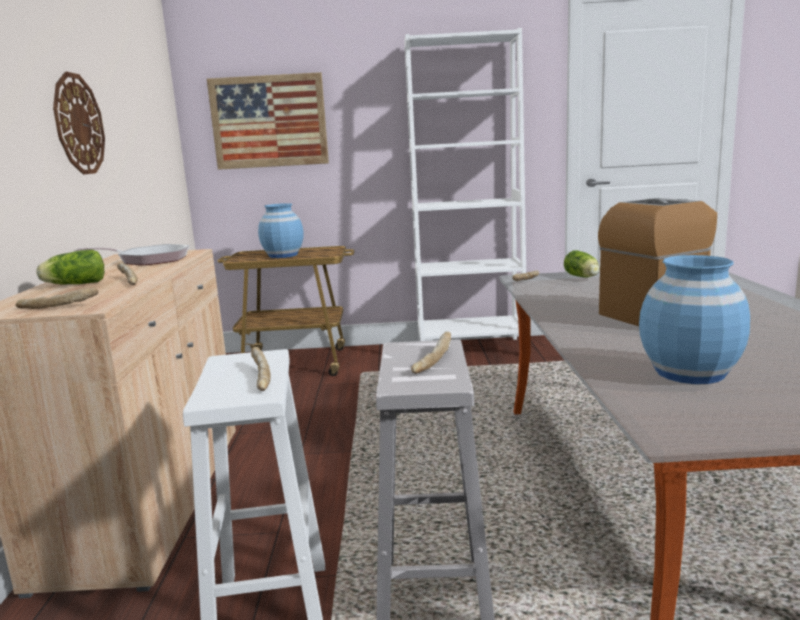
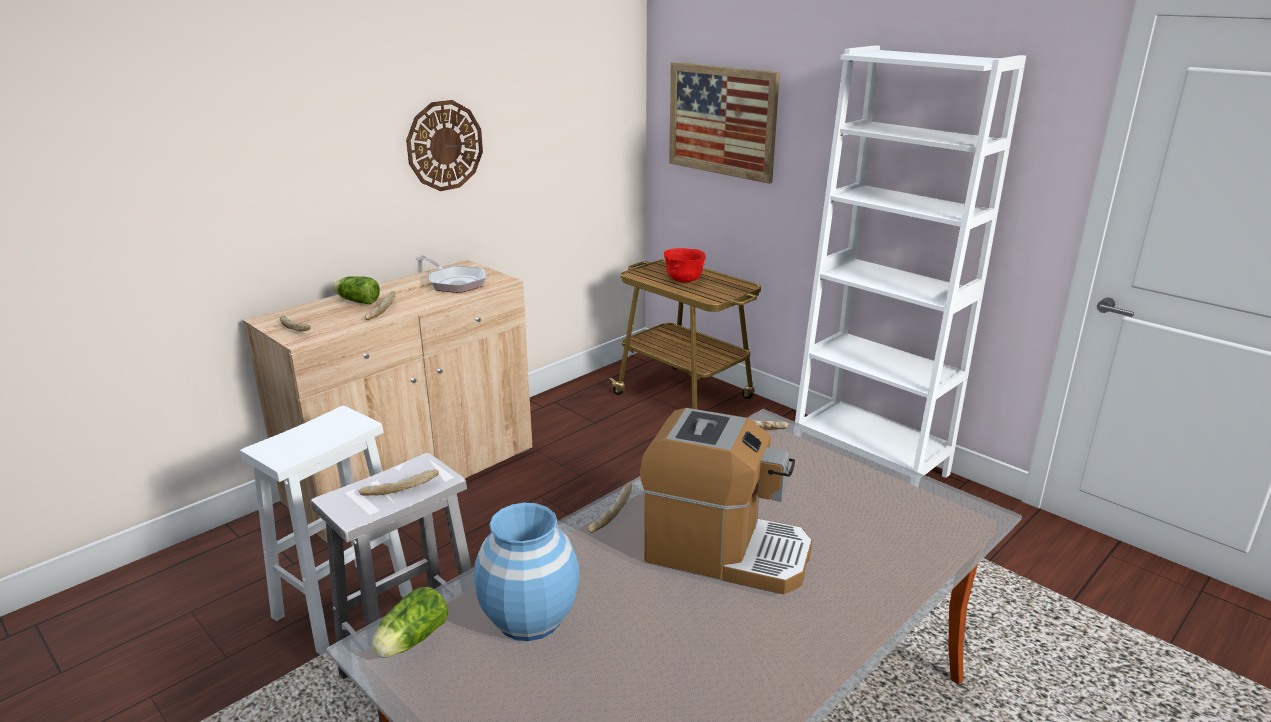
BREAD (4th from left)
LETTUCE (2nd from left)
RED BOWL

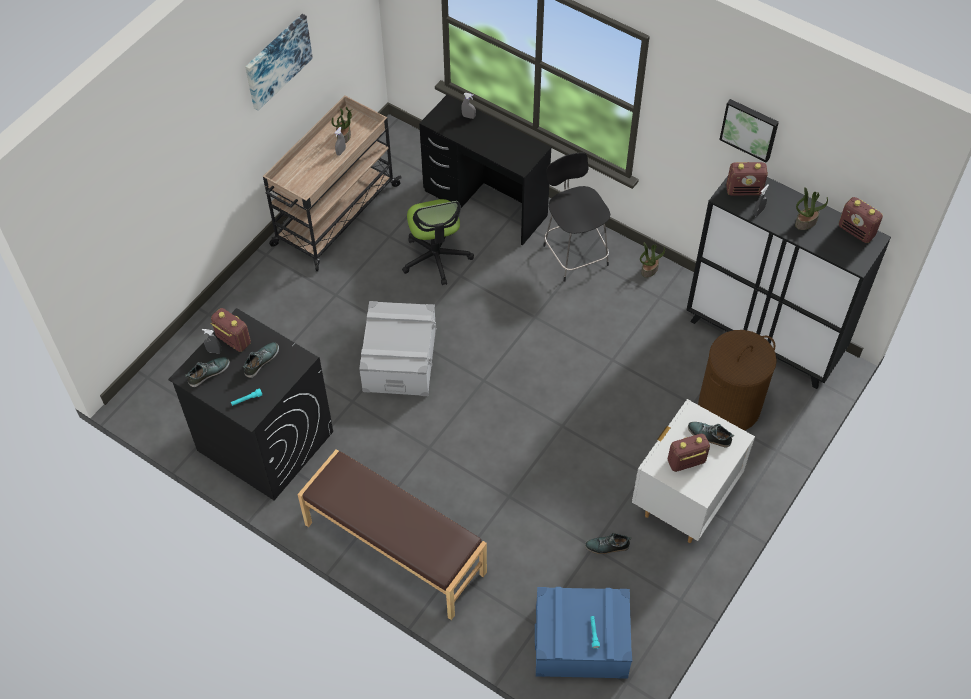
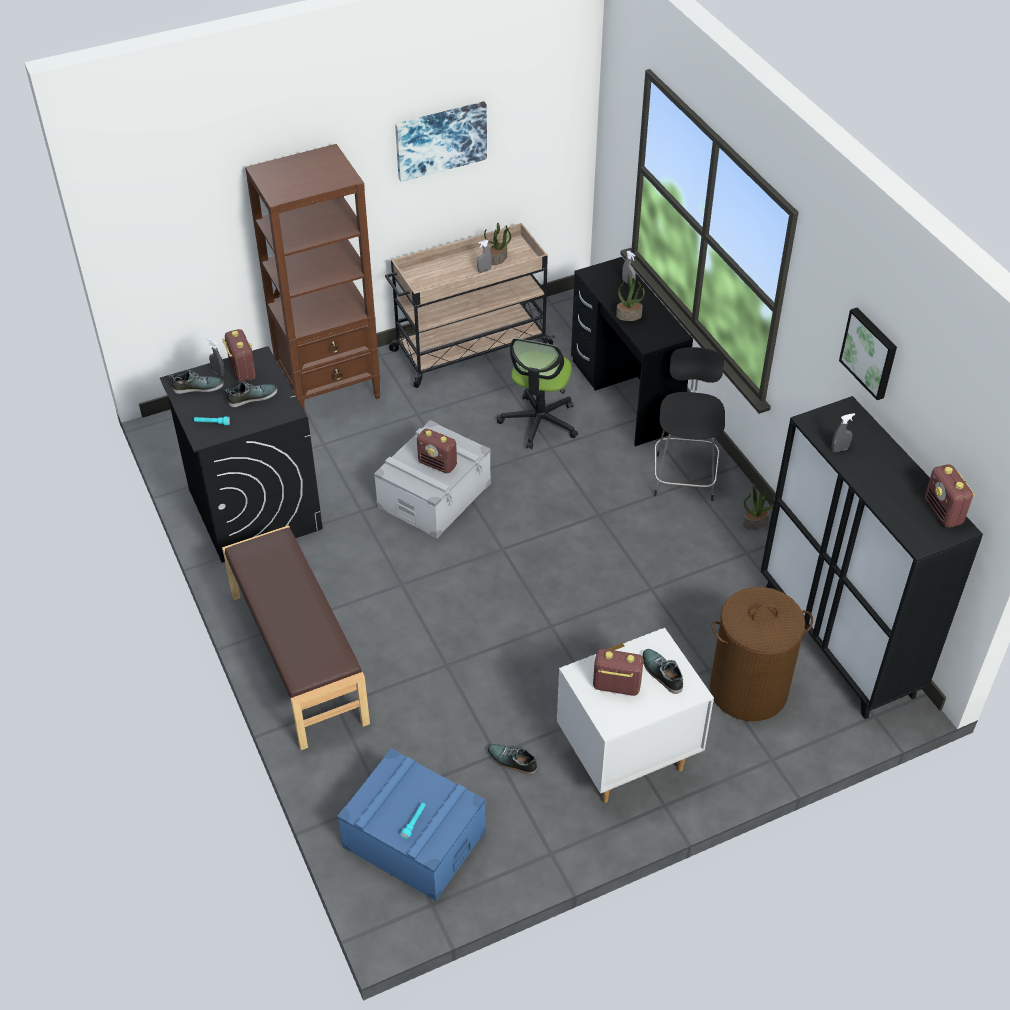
BROWN BOOKCASE
RADIO (2nd from left)
POTTED PLANT (2nd from left)

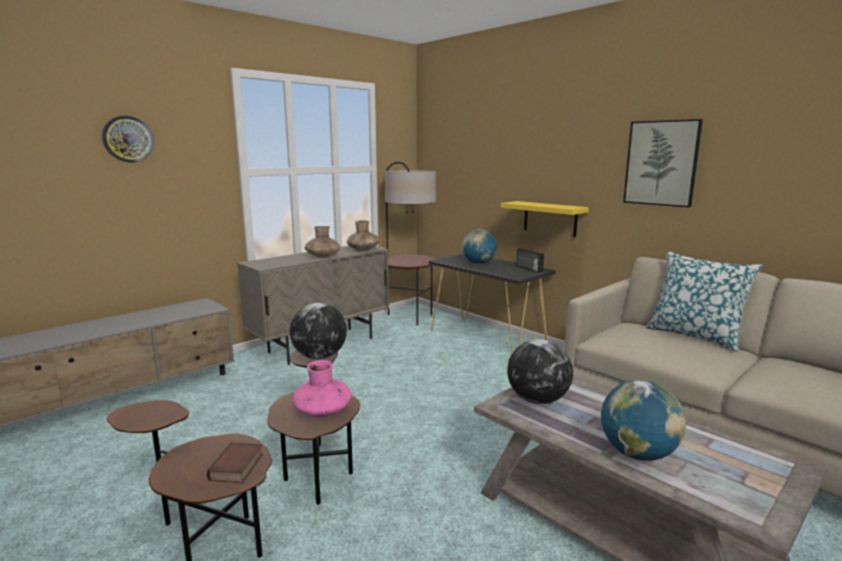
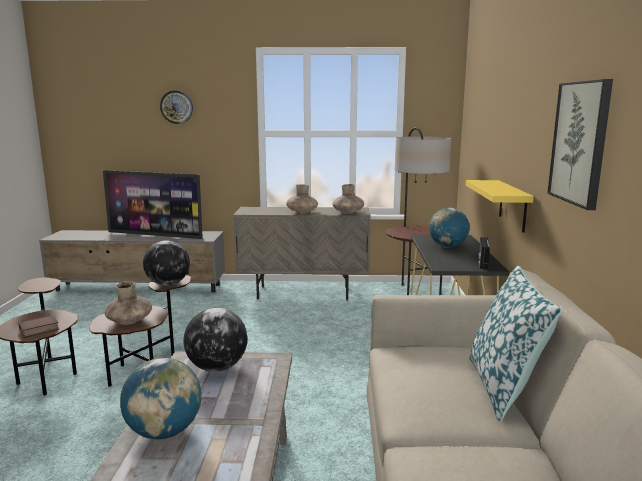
TELEVISION
BROWN VASE (1st from left)

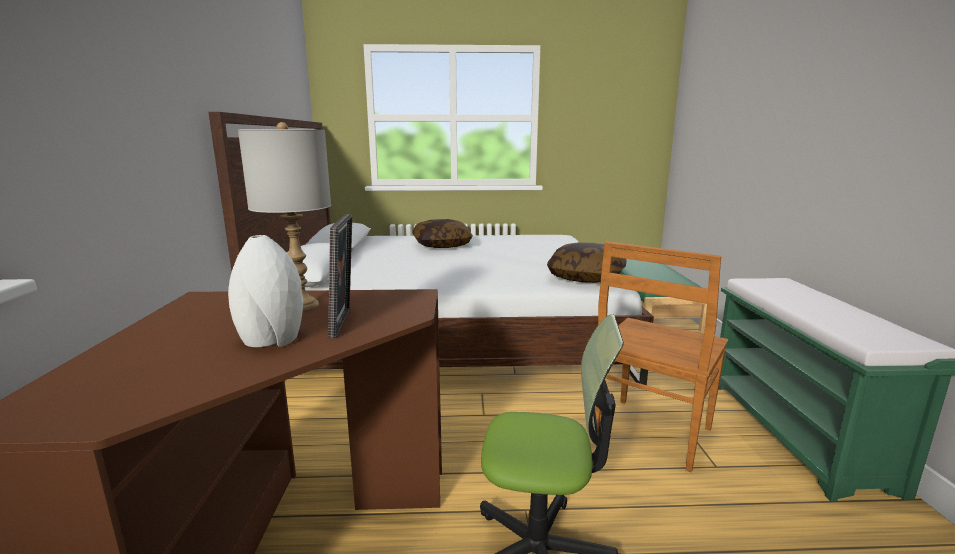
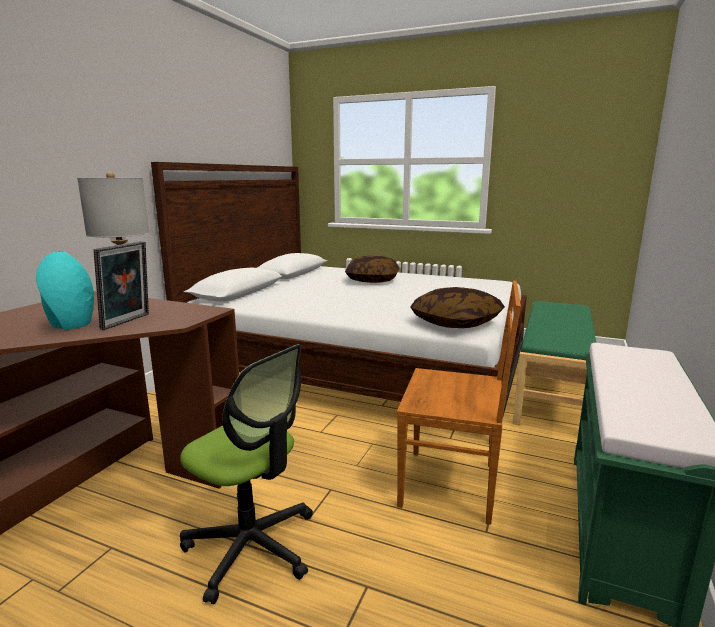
TURQUOISE VASE
BROWN CHAIR

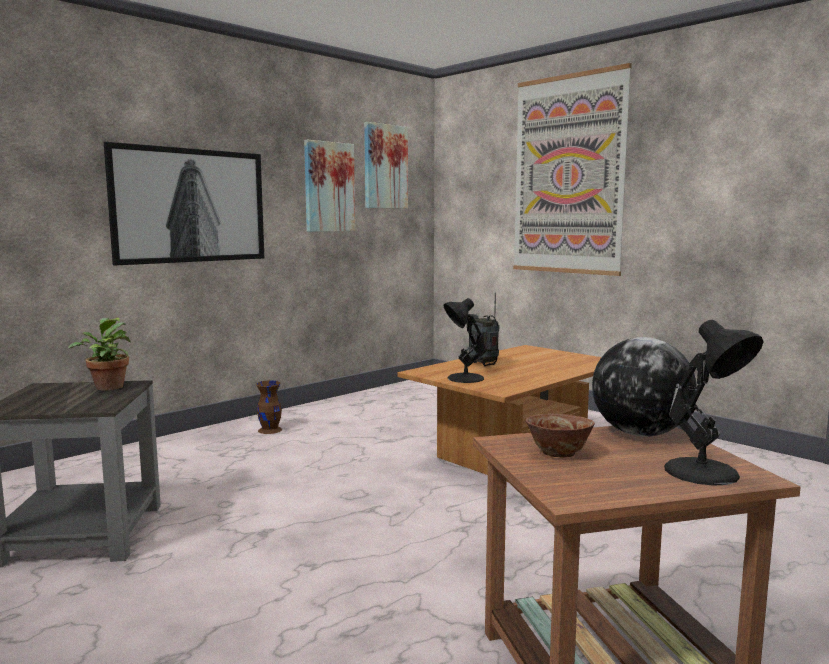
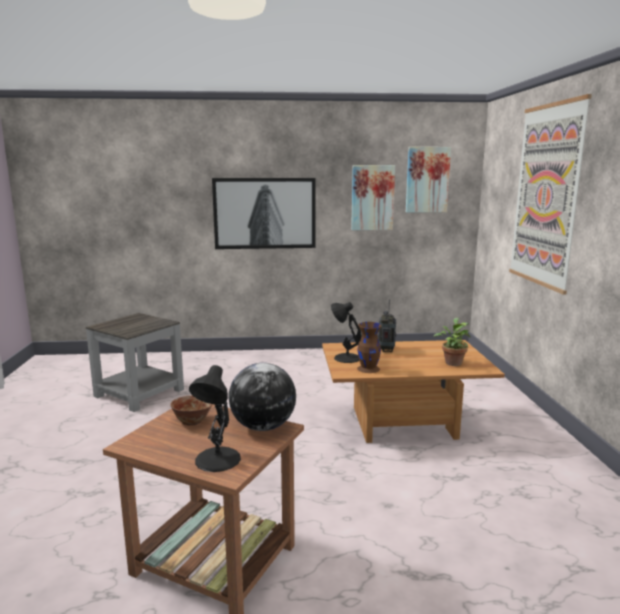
POTTED PLANT
BROWN VASE

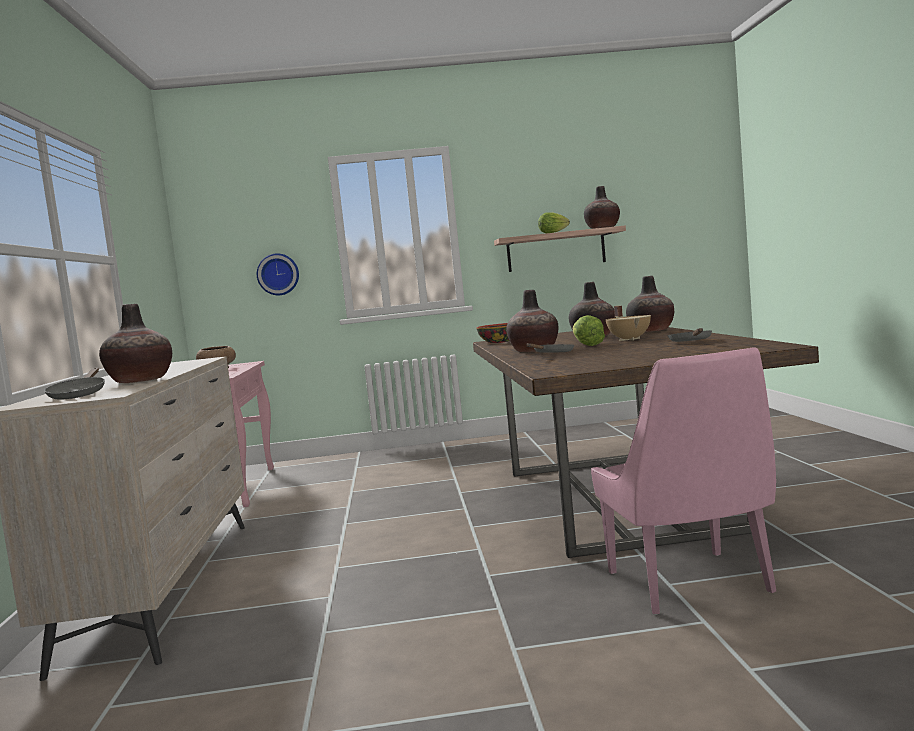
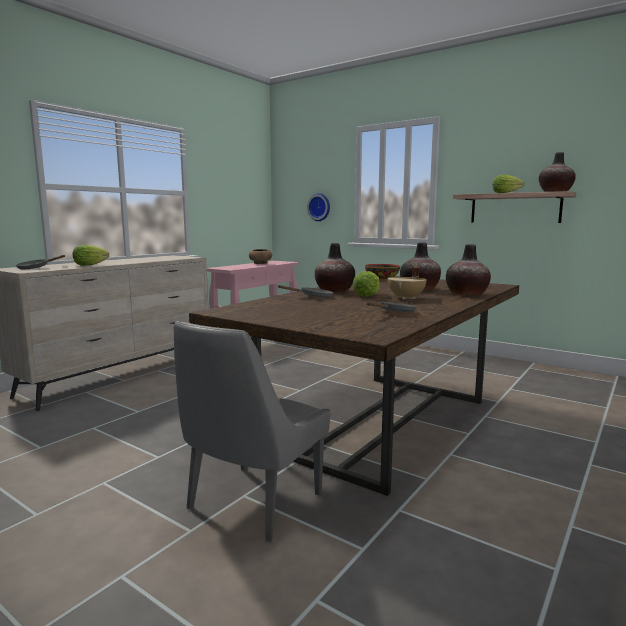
LETTUCE (1st from left)
GREY CHAIR

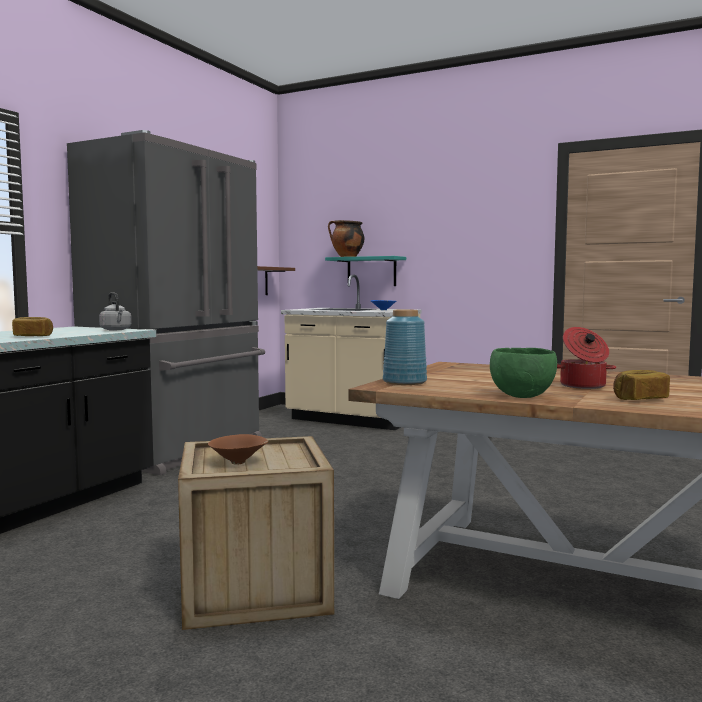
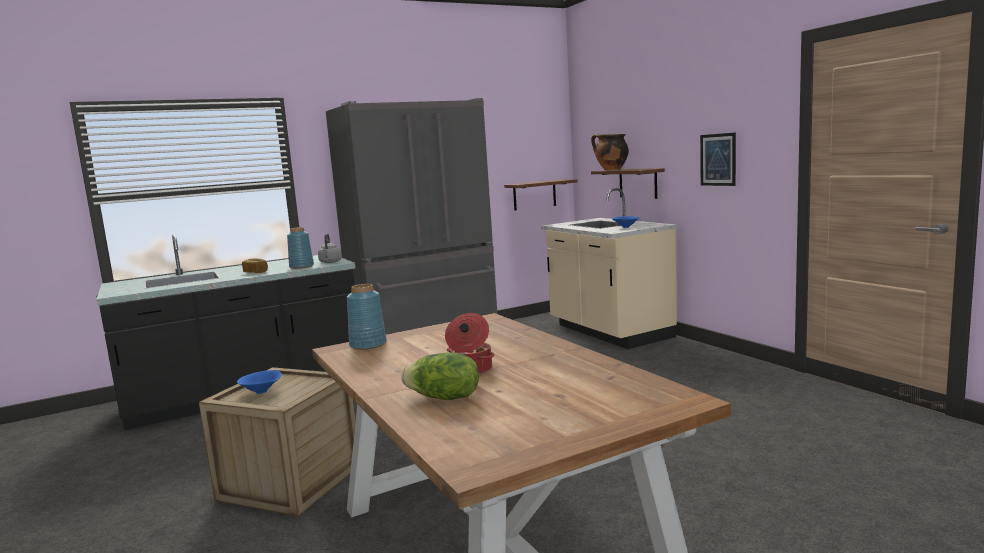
GREEN BOWL
BLUE VASE (1st from left)
PICTURE
LETTUCE
BLUE BOWL (1st from left)
BROWN SHELF (2nd from left)

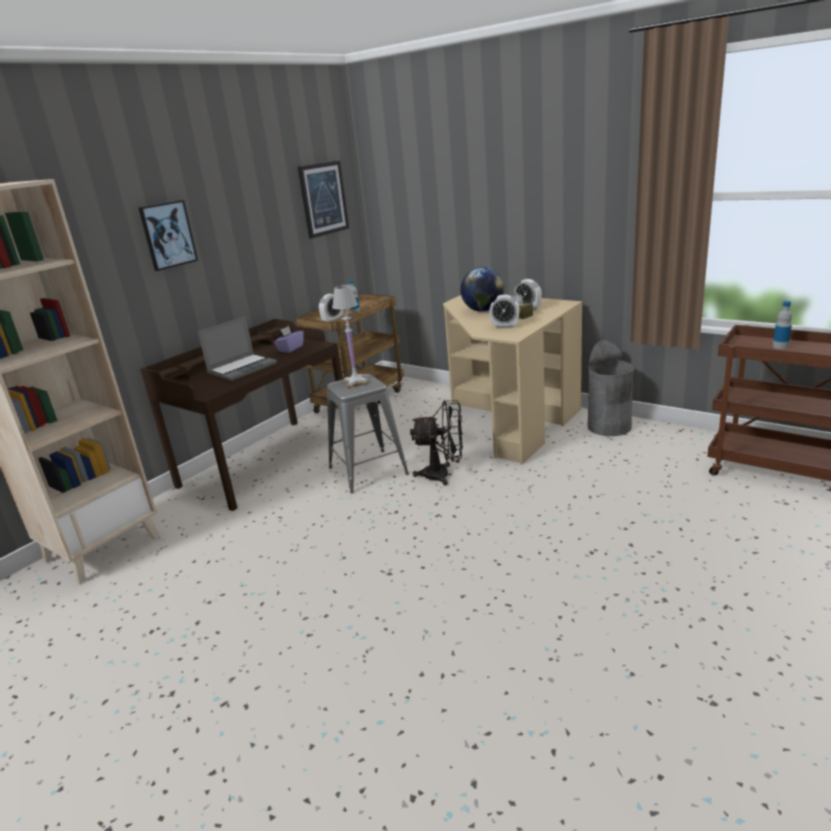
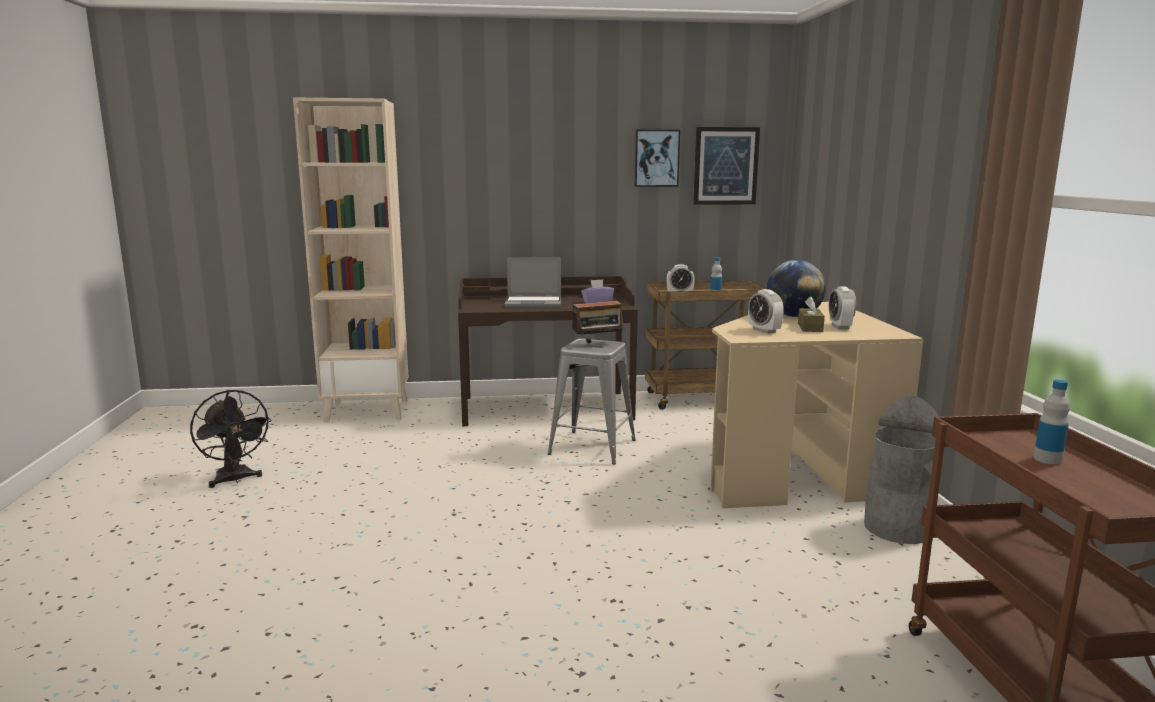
PICTURE (1st from left)
BLACK FAN
RADIO

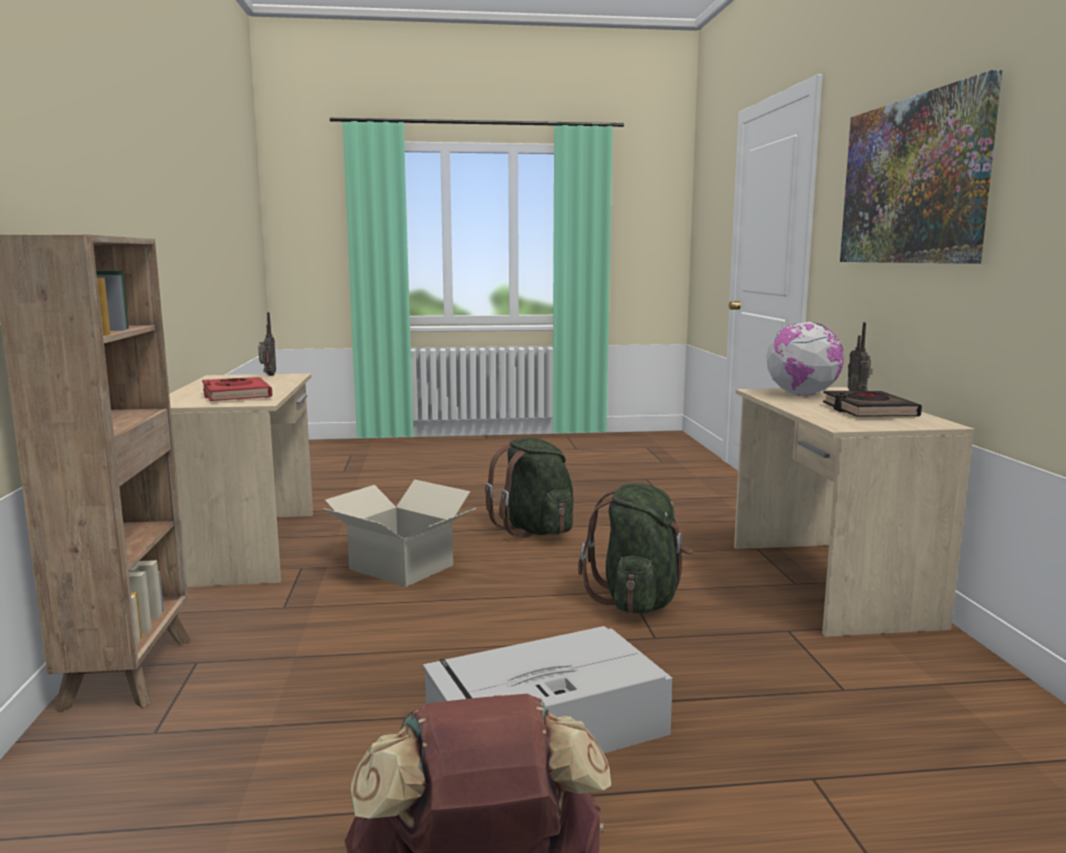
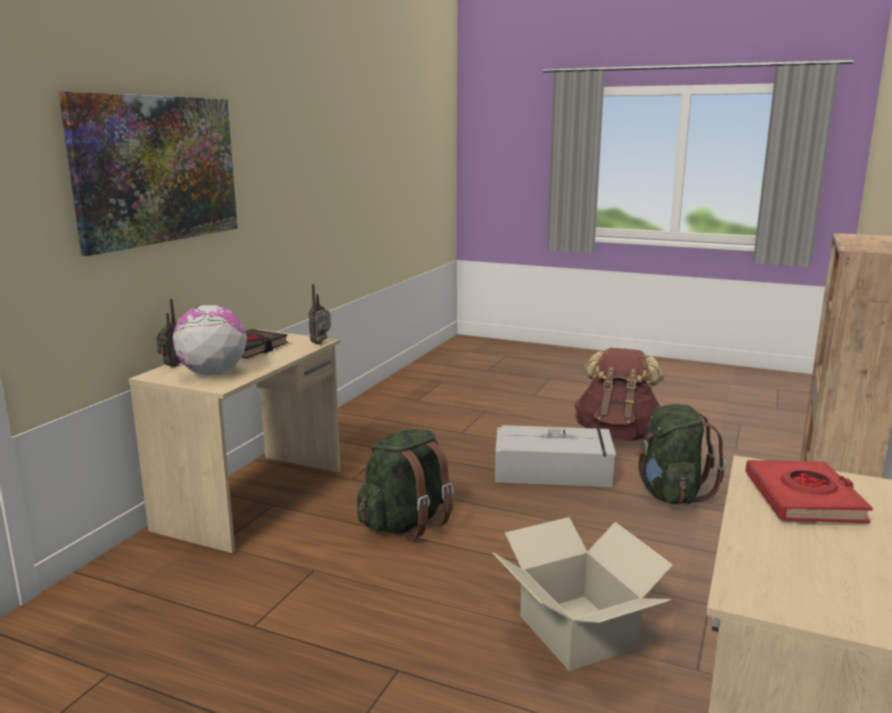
RADIO (2nd from left)
GREEN BACKPACK (2nd from left)

